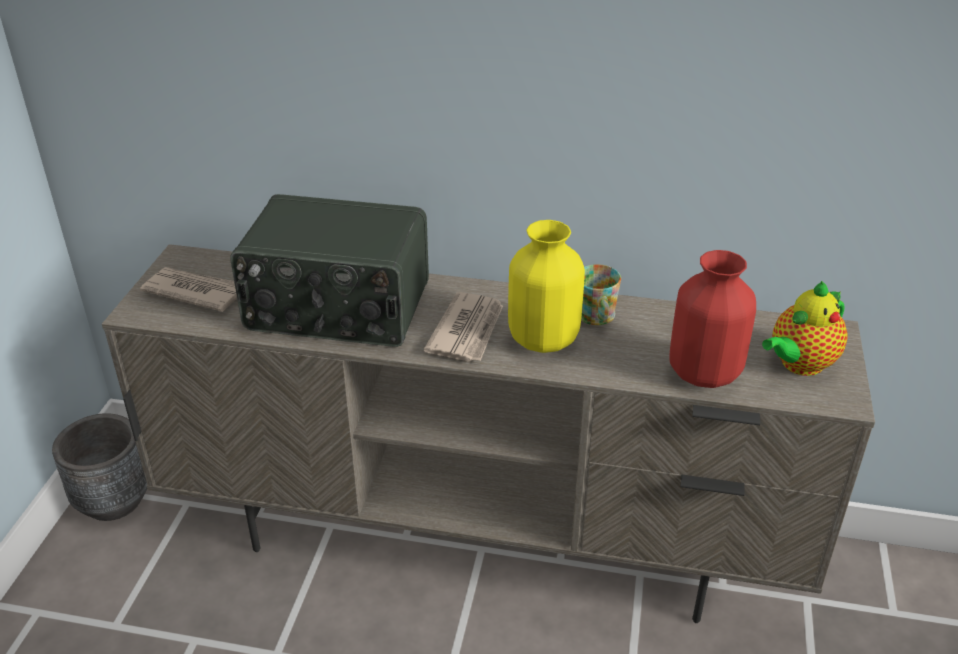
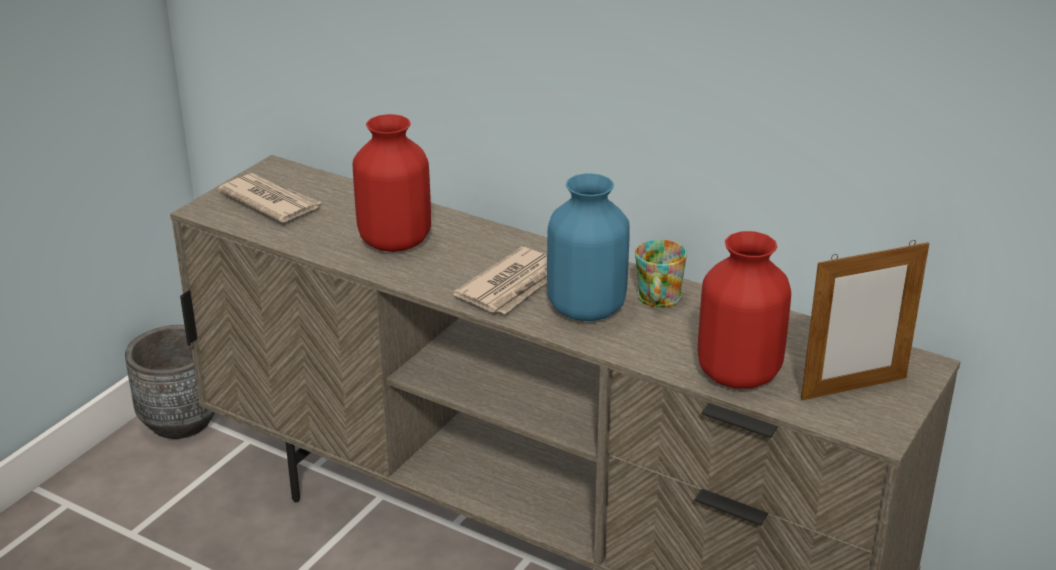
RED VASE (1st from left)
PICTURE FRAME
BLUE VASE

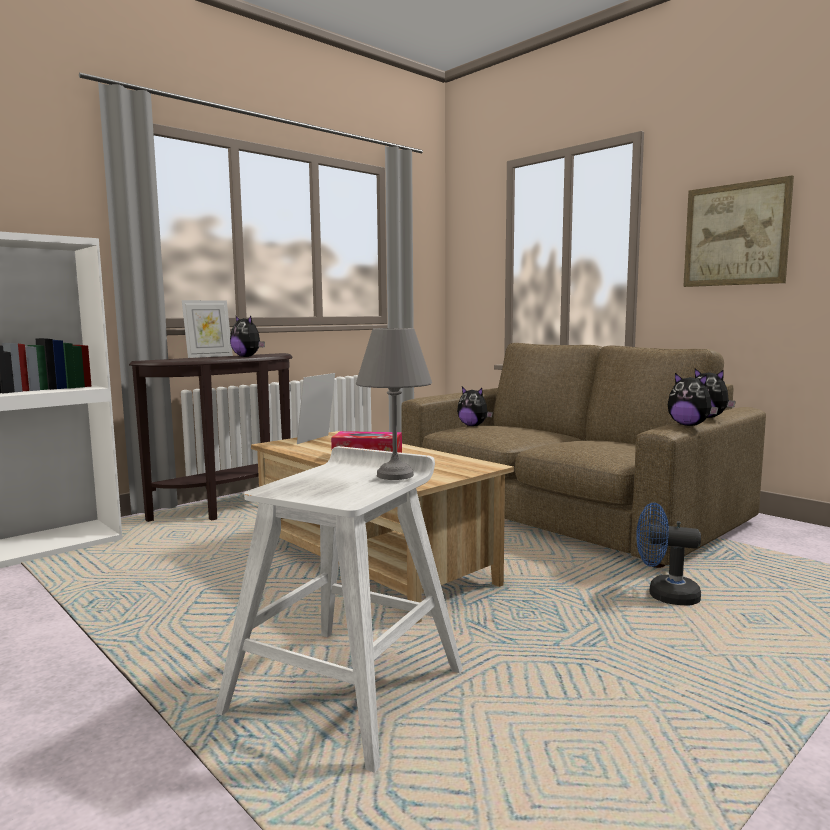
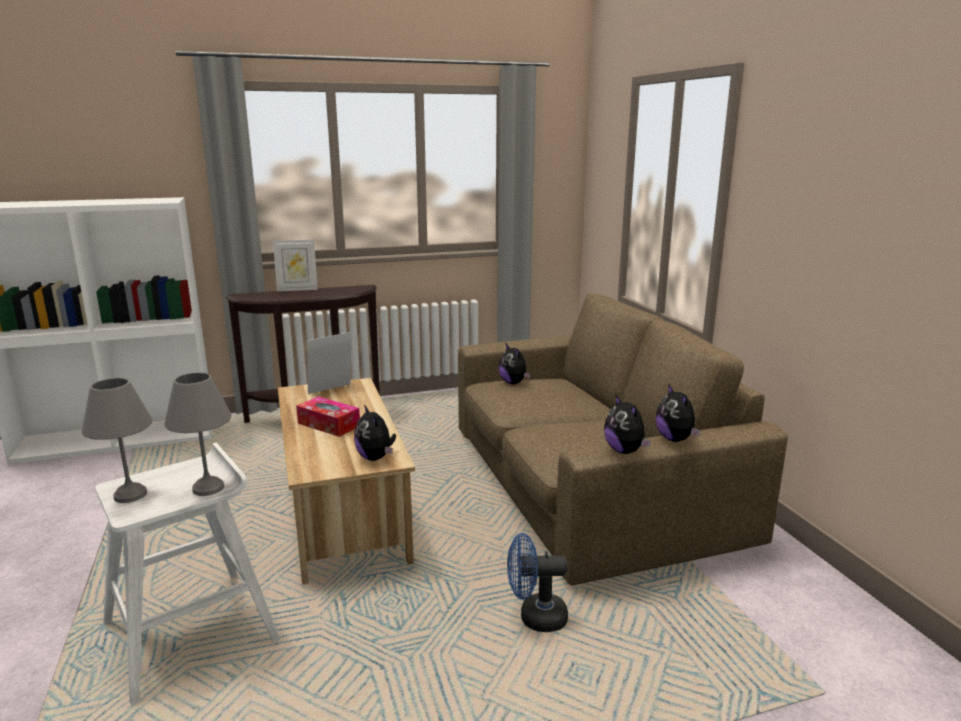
PICTURE
GREY TABLE LAMP (1st from left)
PLUSH TOY (1st from left)
BLUE FAN

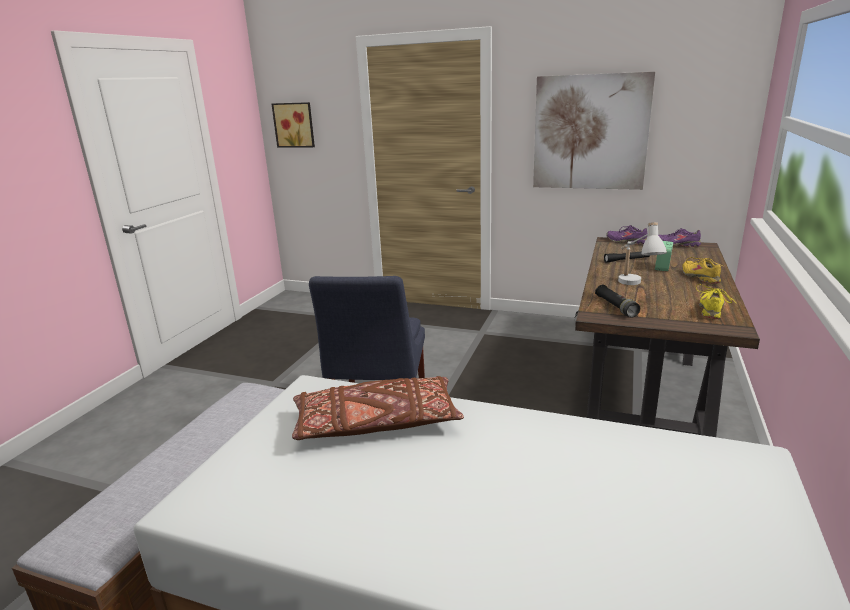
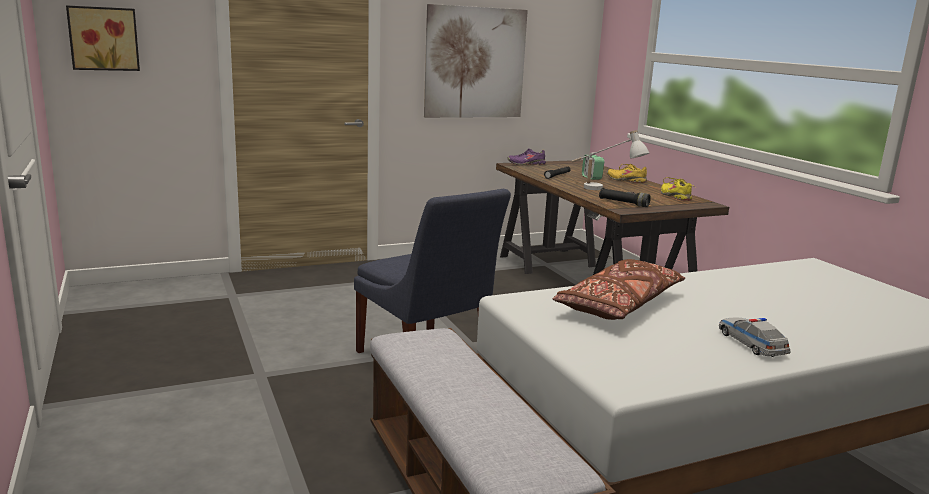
PURPLE SHOE (2nd from left in the first image)
TOY CAR

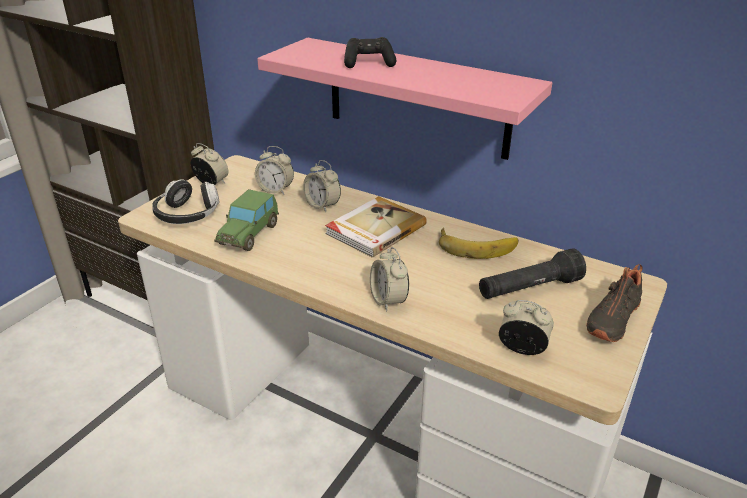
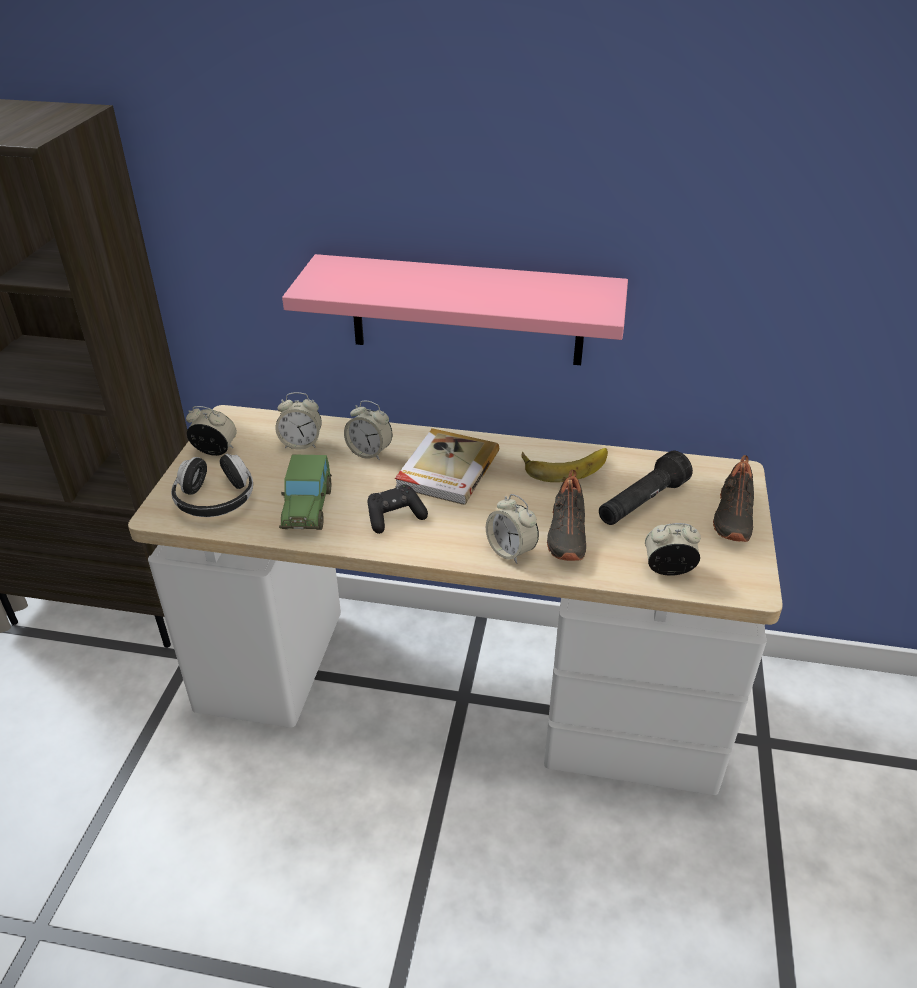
BLACK SHOE (1st from left)
BLACK GAME CONTROLLER

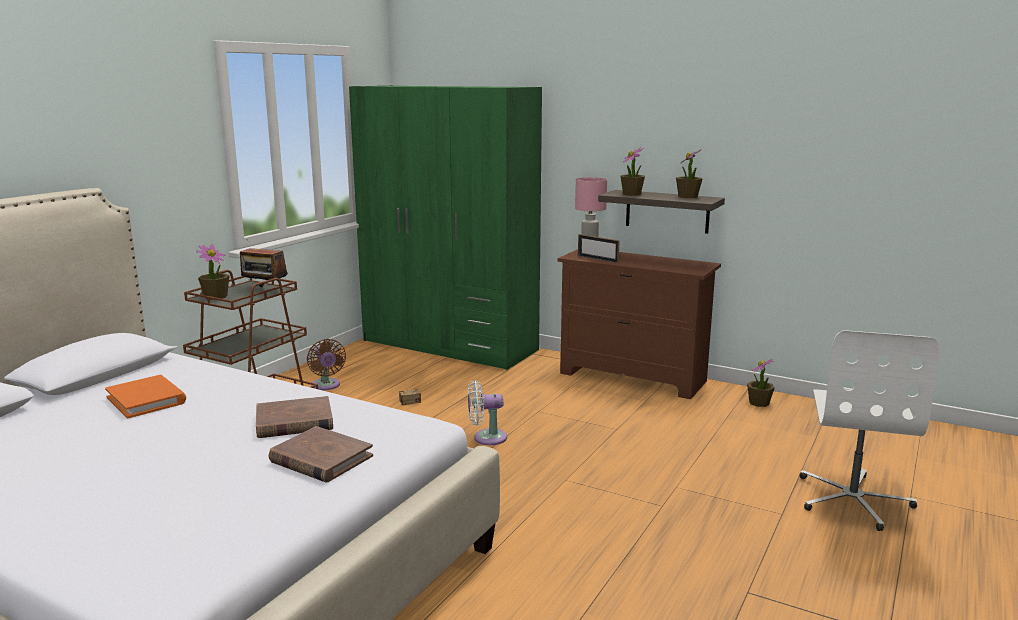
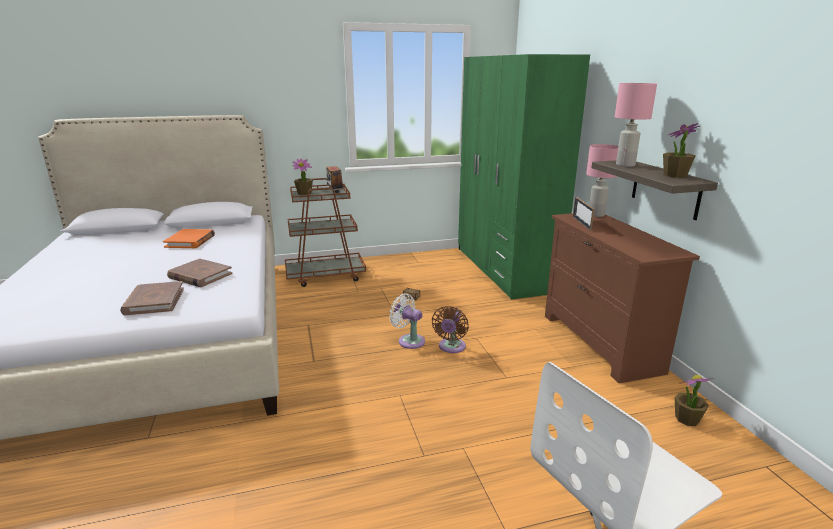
BROWN FAN
PINK TABLE LAMP (2nd from left)

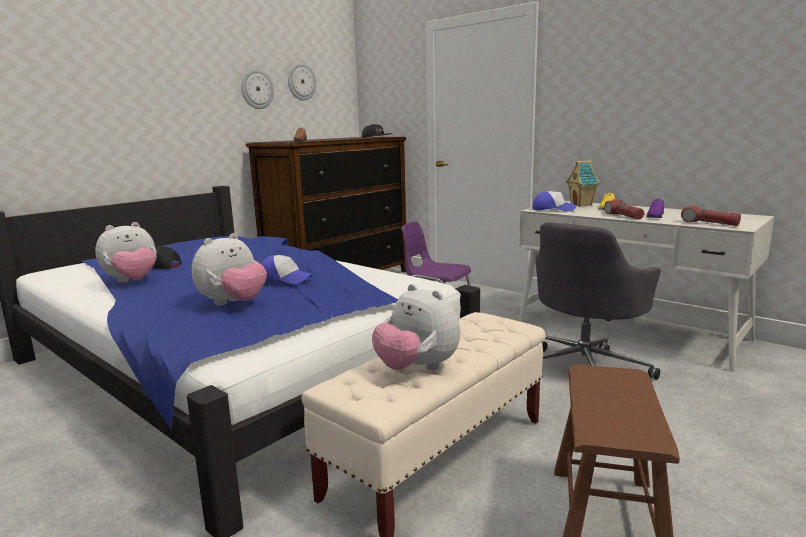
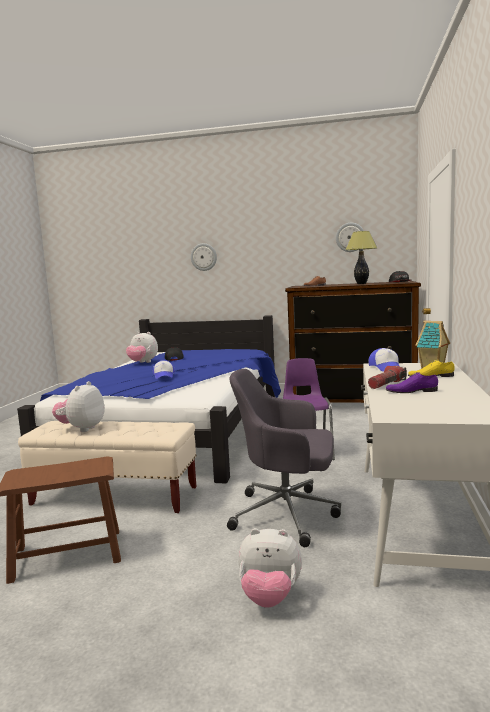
FLASHLIGHT (2nd from left in the first image)
TABLE LAMP
PLUSH TOY (3rd from left)
WALL CLOCK (1st from left)

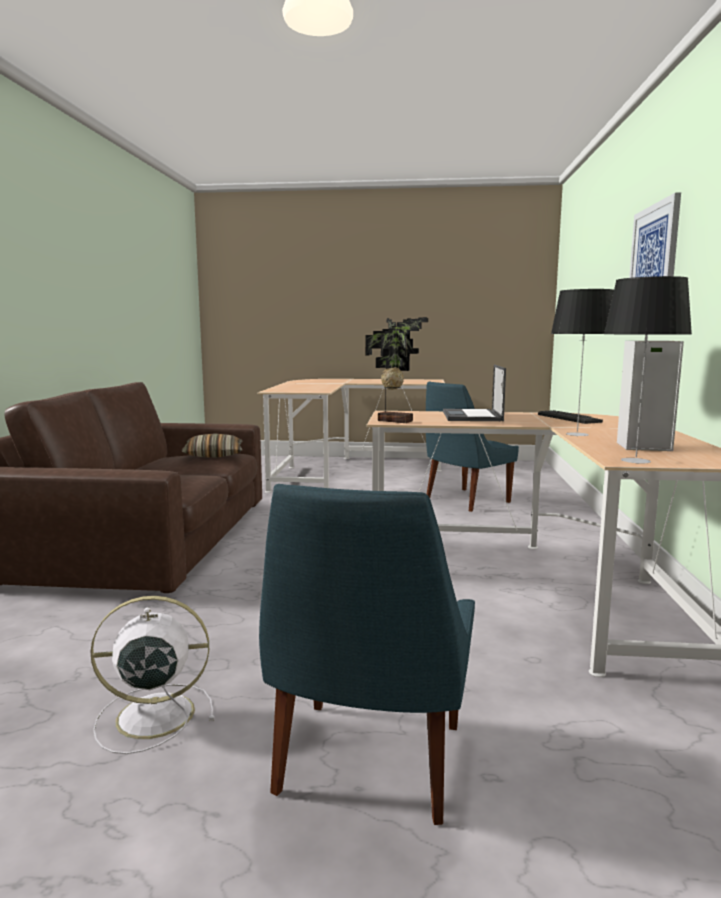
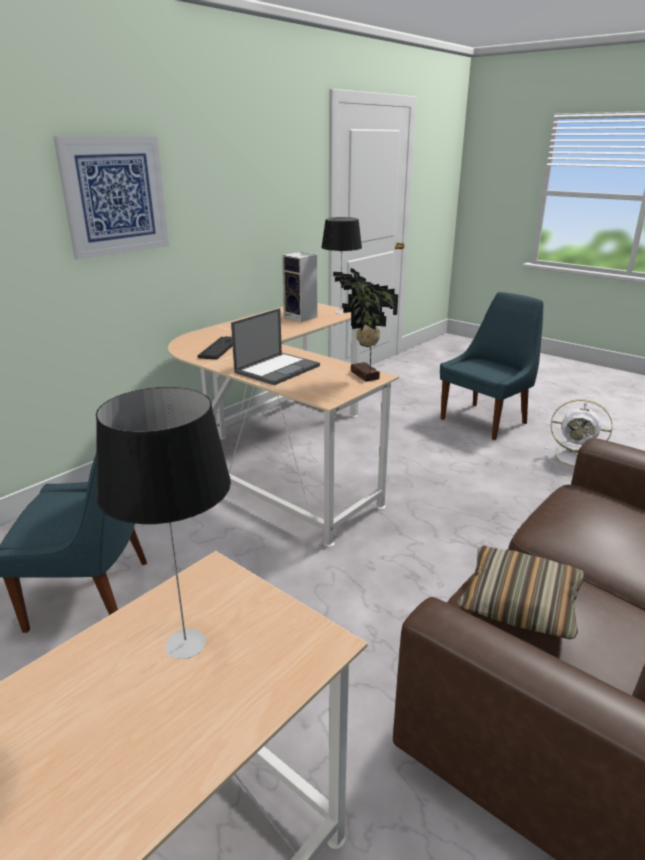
TABLE LAMP (1st from left)

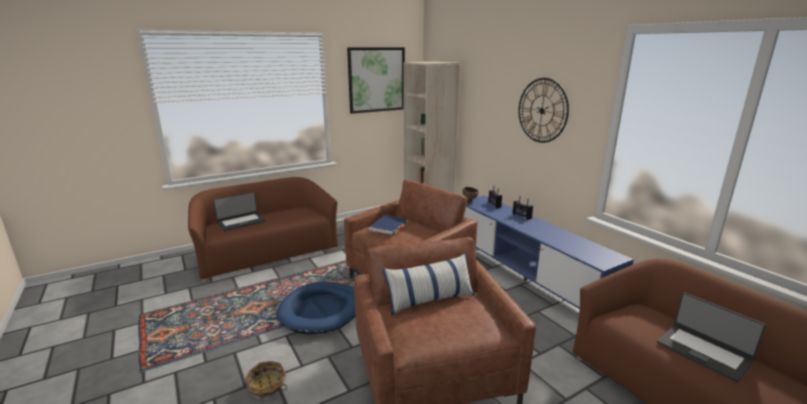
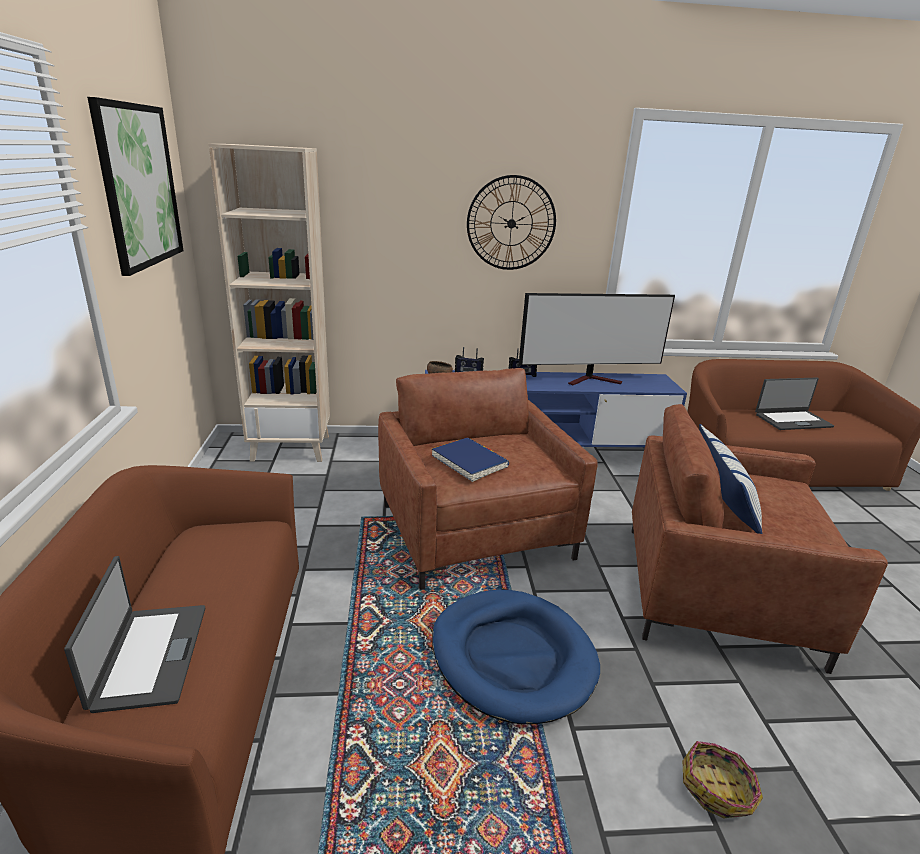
TELEVISION

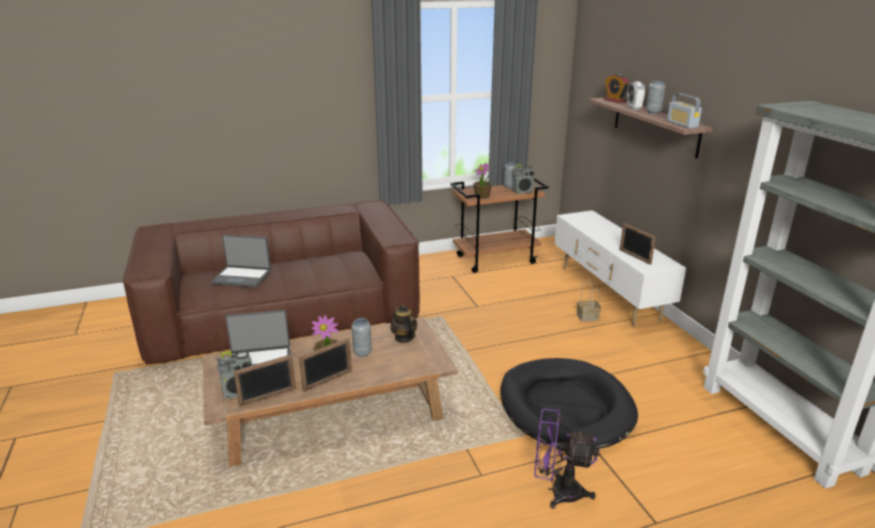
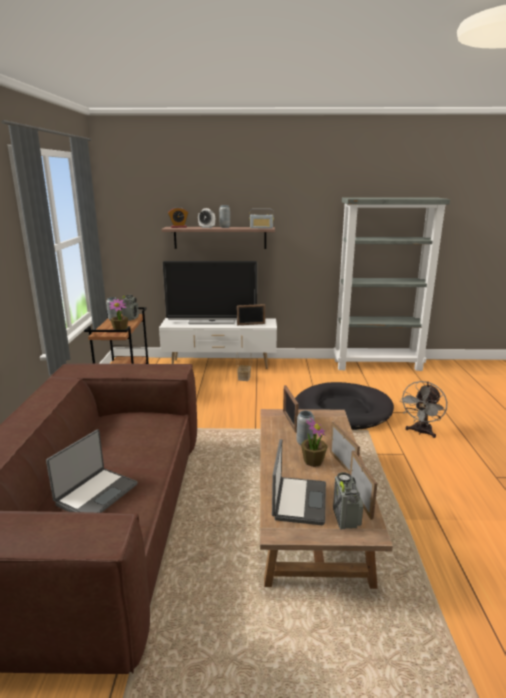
TELEVISION
PICTURE FRAME (2nd from left)
GREY FAN

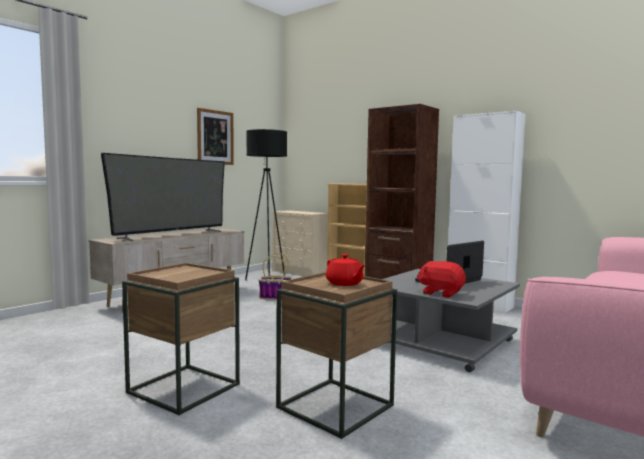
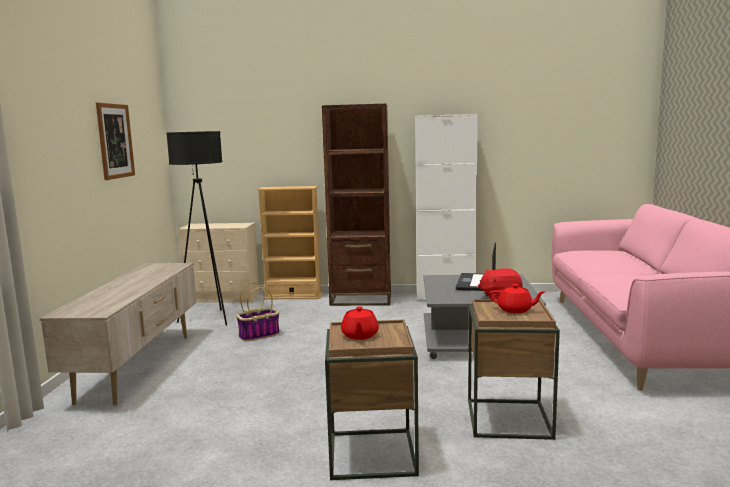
TELEVISION
RED TEAPOT (1st from left)

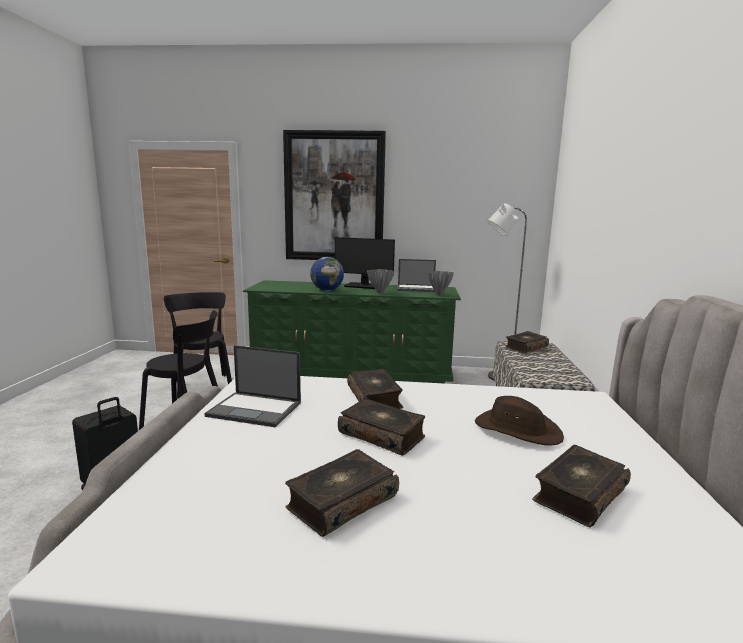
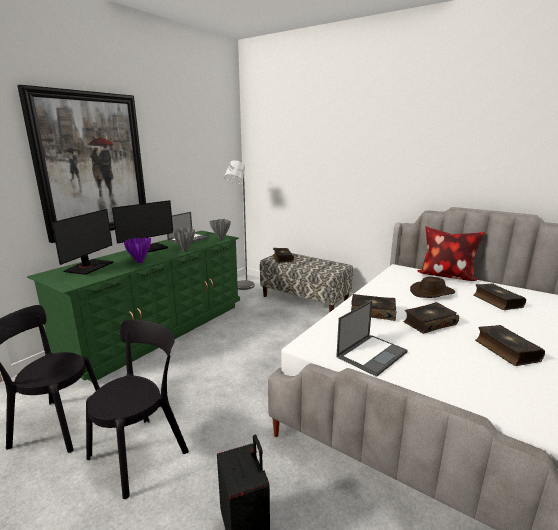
MONITOR (1st from left)
PILLOW
PURPLE VASE

